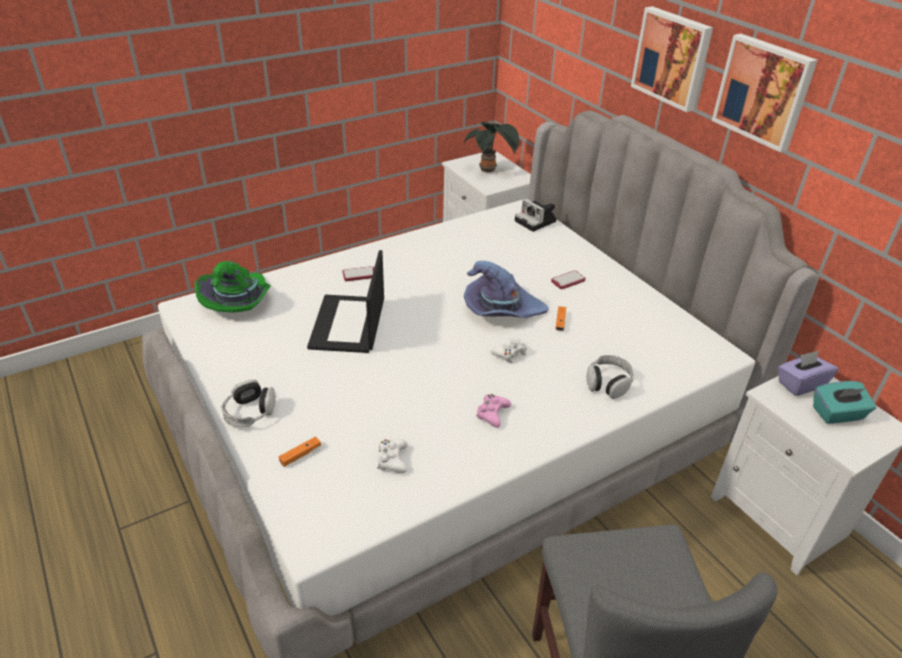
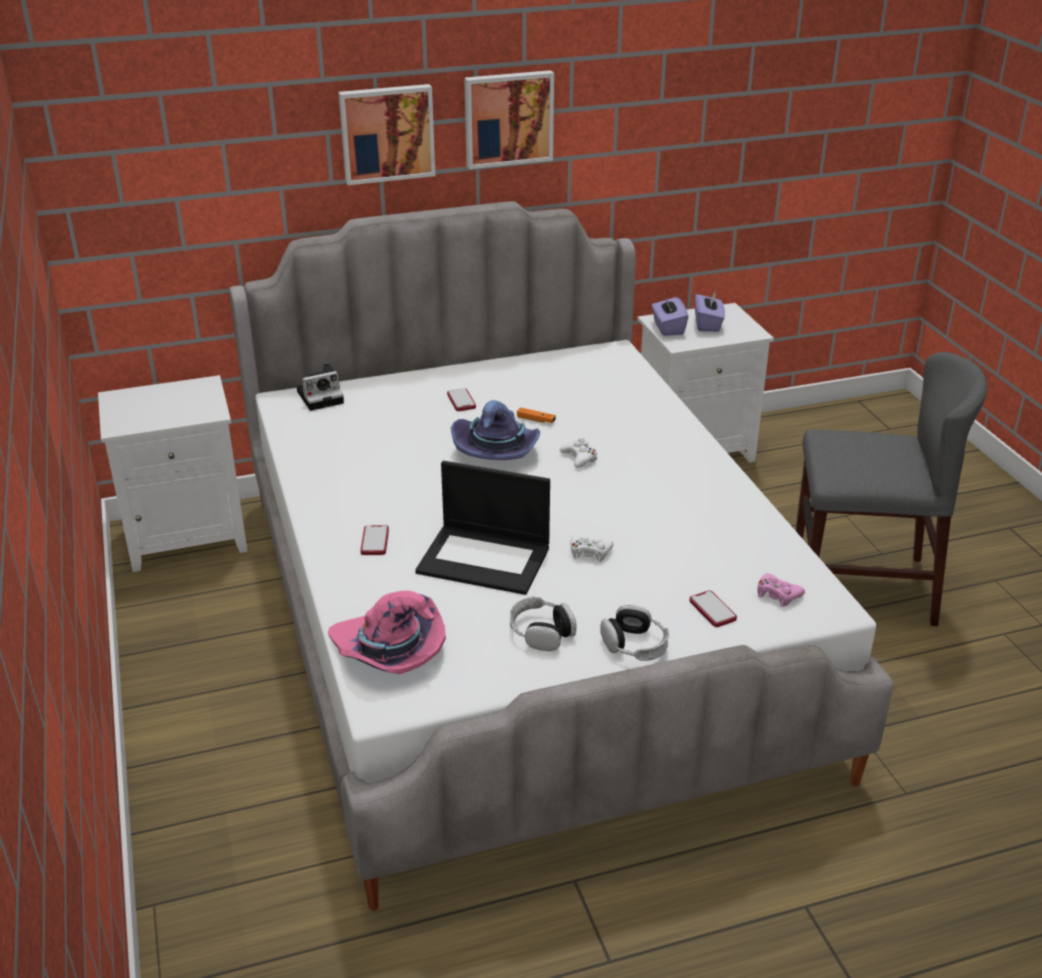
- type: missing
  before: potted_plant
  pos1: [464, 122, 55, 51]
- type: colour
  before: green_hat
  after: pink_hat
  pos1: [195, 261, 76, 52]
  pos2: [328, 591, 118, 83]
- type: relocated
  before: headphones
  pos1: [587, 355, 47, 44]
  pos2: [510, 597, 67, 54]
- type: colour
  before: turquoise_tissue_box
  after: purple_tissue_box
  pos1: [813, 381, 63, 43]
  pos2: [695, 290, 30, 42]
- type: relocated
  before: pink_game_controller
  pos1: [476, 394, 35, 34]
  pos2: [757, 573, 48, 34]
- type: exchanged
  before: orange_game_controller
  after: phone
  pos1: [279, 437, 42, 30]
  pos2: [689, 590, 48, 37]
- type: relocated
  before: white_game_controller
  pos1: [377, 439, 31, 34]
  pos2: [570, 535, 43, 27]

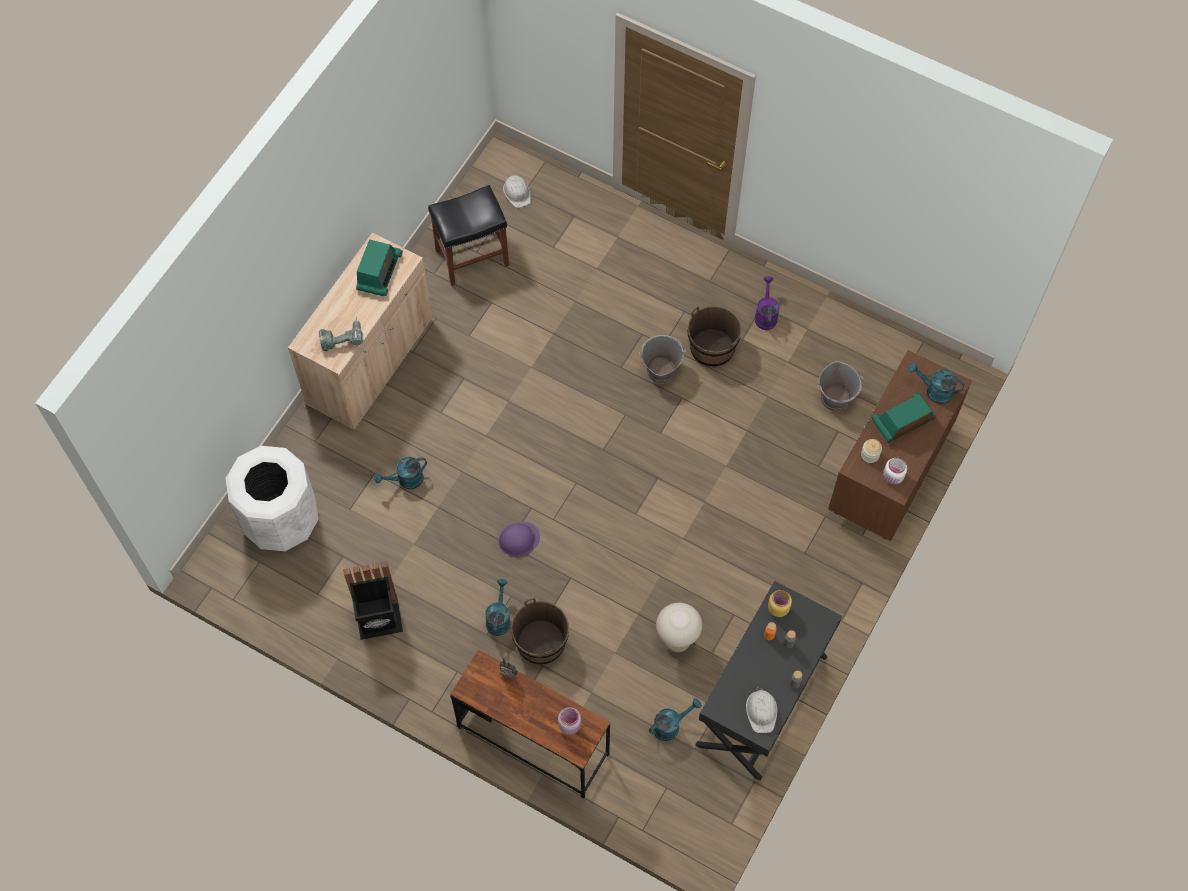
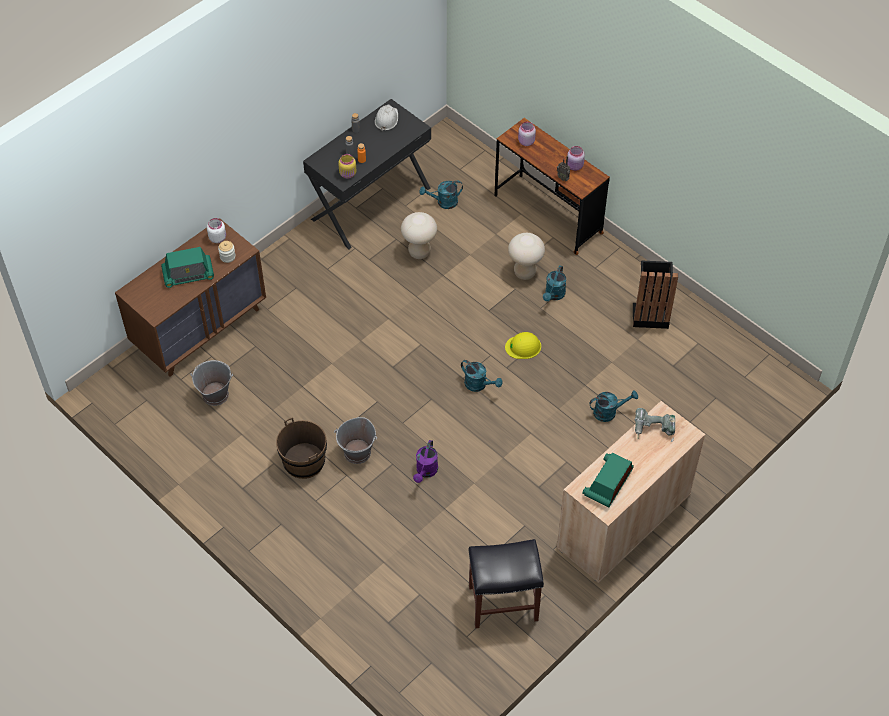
- type: missing
  before: white_hard_hat
  pos1: [503, 175, 28, 33]
- type: relocated
  before: purple_watering_can
  pos1: [755, 277, 25, 53]
  pos2: [413, 440, 25, 43]
- type: relocated
  before: turquoise_watering_can
  pos1: [908, 363, 56, 41]
  pos2: [461, 360, 42, 32]
- type: missing
  before: white_trash_can
  pos1: [226, 446, 93, 105]
- type: colour
  before: purple_hard_hat
  after: yellow_hard_hat
  pos1: [498, 522, 42, 35]
  pos2: [505, 332, 36, 27]
- type: exchanged
  before: brown_bucket
  after: beige_stool
  pos1: [511, 598, 58, 67]
  pos2: [508, 233, 37, 47]
- type: appeared
  after: pink_jar
  pos2: [567, 146, 18, 25]

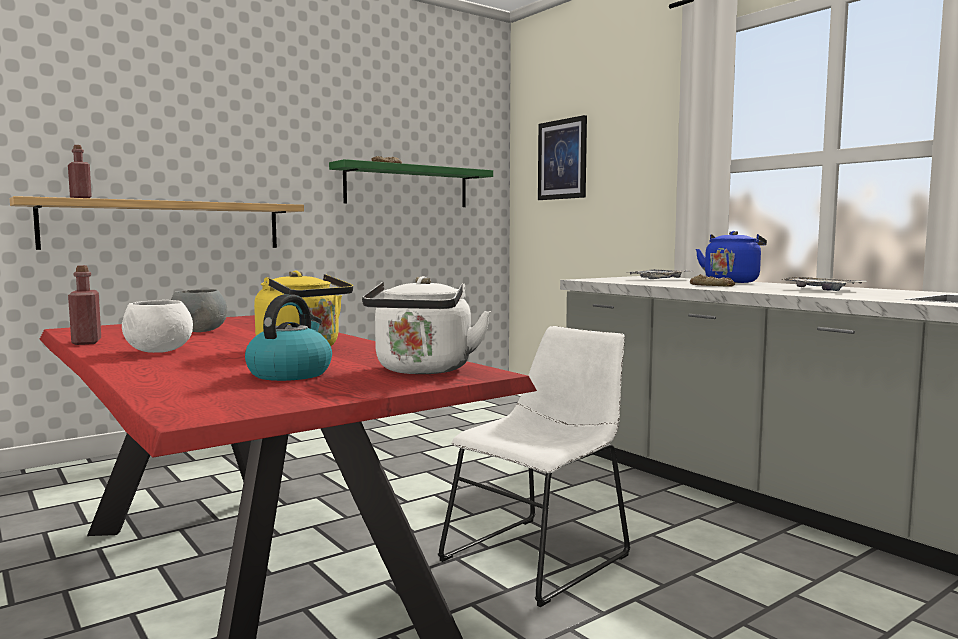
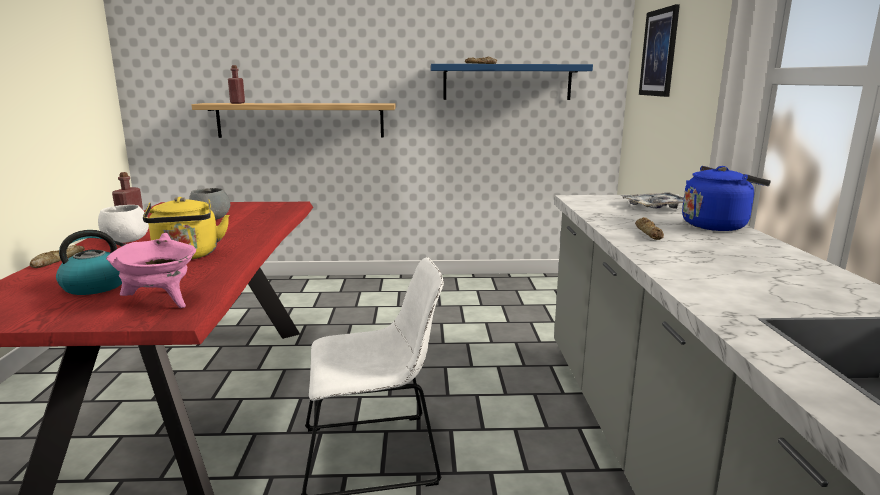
- type: colour
  before: green_shelf
  after: blue_shelf
  pos1: [329, 159, 164, 48]
  pos2: [431, 64, 162, 36]
- type: exchanged
  before: white_kettle
  after: pink_cooking_pot
  pos1: [362, 276, 129, 98]
  pos2: [106, 233, 90, 75]
- type: missing
  before: tray
  pos1: [782, 277, 85, 14]
- type: appeared
  after: bread
  pos2: [30, 245, 55, 23]

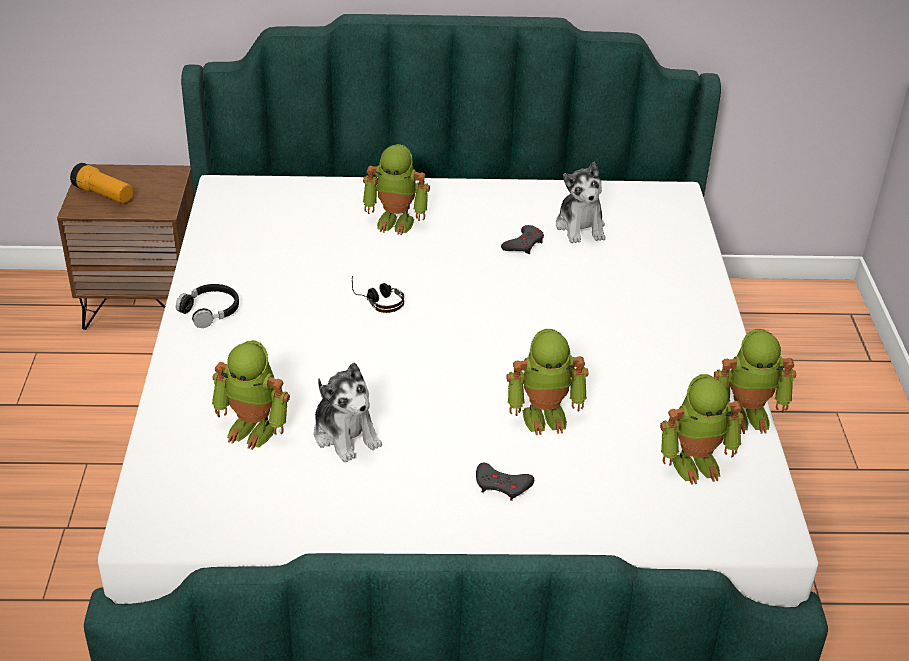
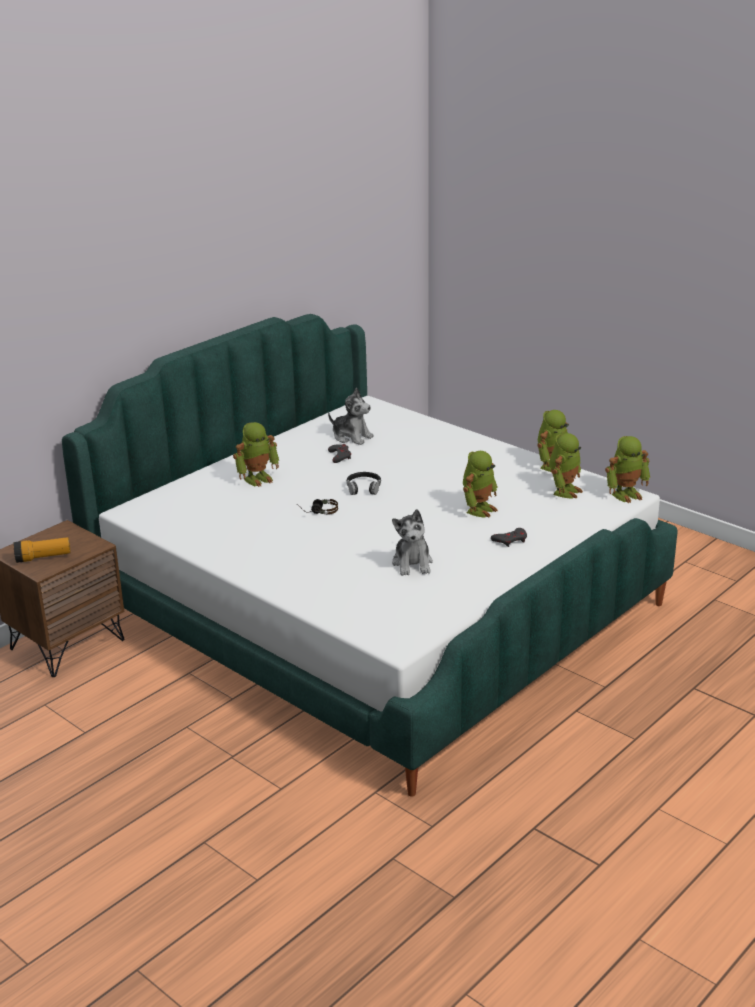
- type: relocated
  before: black_headphones
  pos1: [176, 284, 63, 44]
  pos2: [347, 472, 34, 23]
- type: relocated
  before: toy_robot
  pos1: [212, 340, 78, 110]
  pos2: [605, 436, 45, 67]
- type: spun
  before: plush_toy
  pos1: [314, 363, 68, 99]
  pos2: [392, 509, 41, 67]
  turn: 75

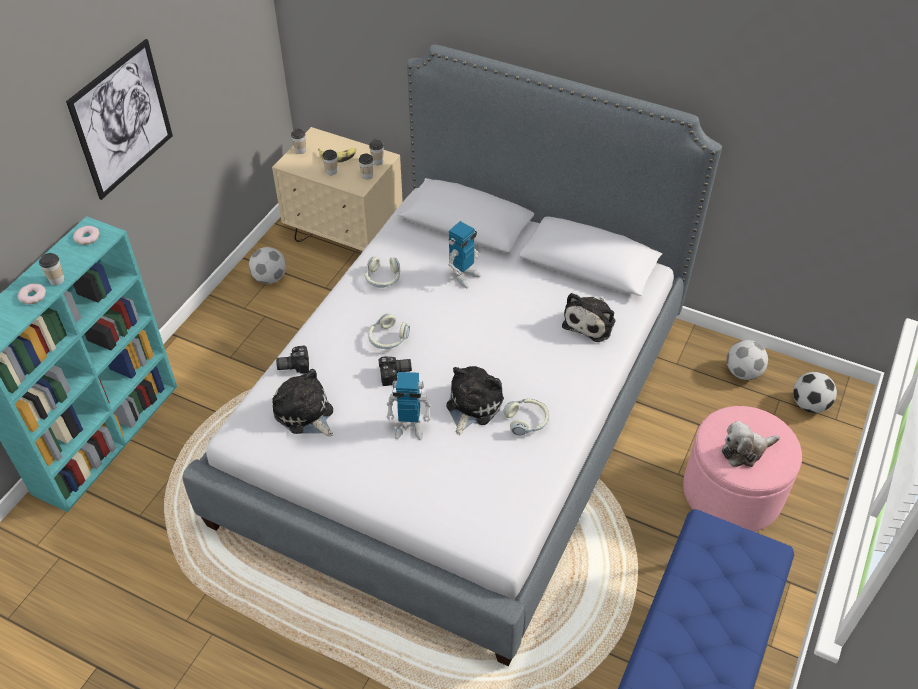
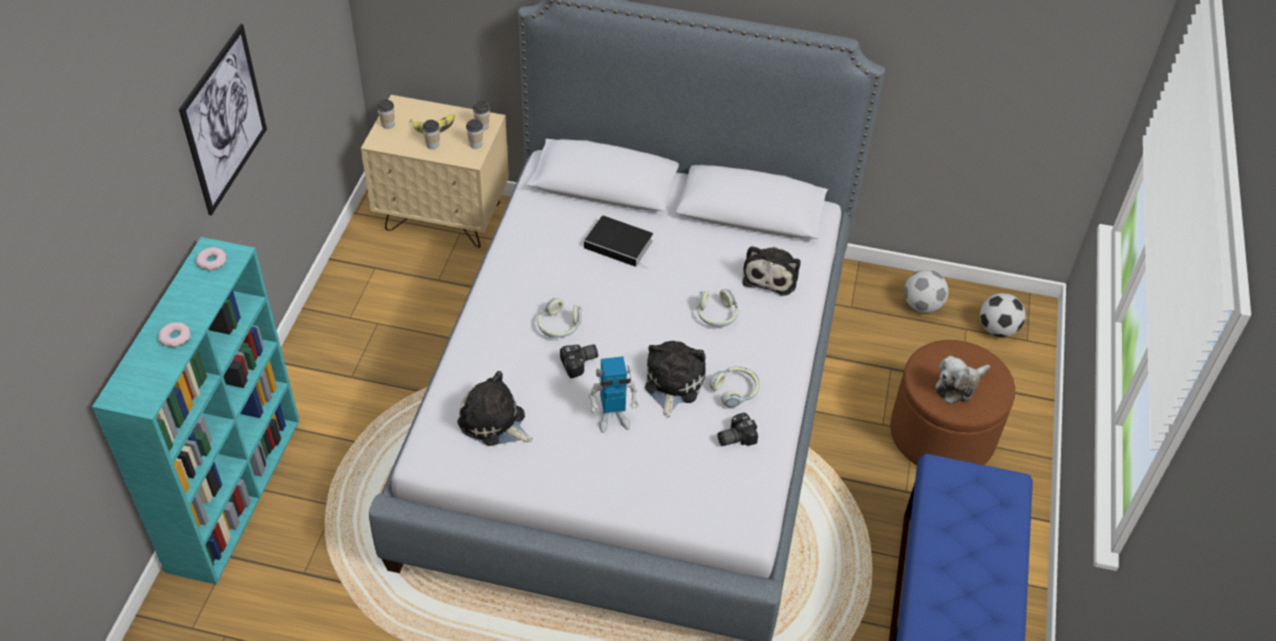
- type: exchanged
  before: toy_robot
  after: book
  pos1: [448, 221, 33, 67]
  pos2: [584, 215, 69, 54]
- type: missing
  before: football
  pos1: [249, 247, 37, 37]
- type: missing
  before: cup
  pos1: [39, 253, 26, 32]
- type: relocated
  before: headphones
  pos1: [365, 256, 35, 32]
  pos2: [697, 289, 42, 38]
- type: relocated
  before: photo_camera
  pos1: [276, 346, 33, 28]
  pos2: [718, 413, 40, 33]
- type: colour
  before: pink_ottoman
  after: brown_ottoman
  pos1: [683, 406, 119, 126]
  pos2: [890, 340, 125, 125]

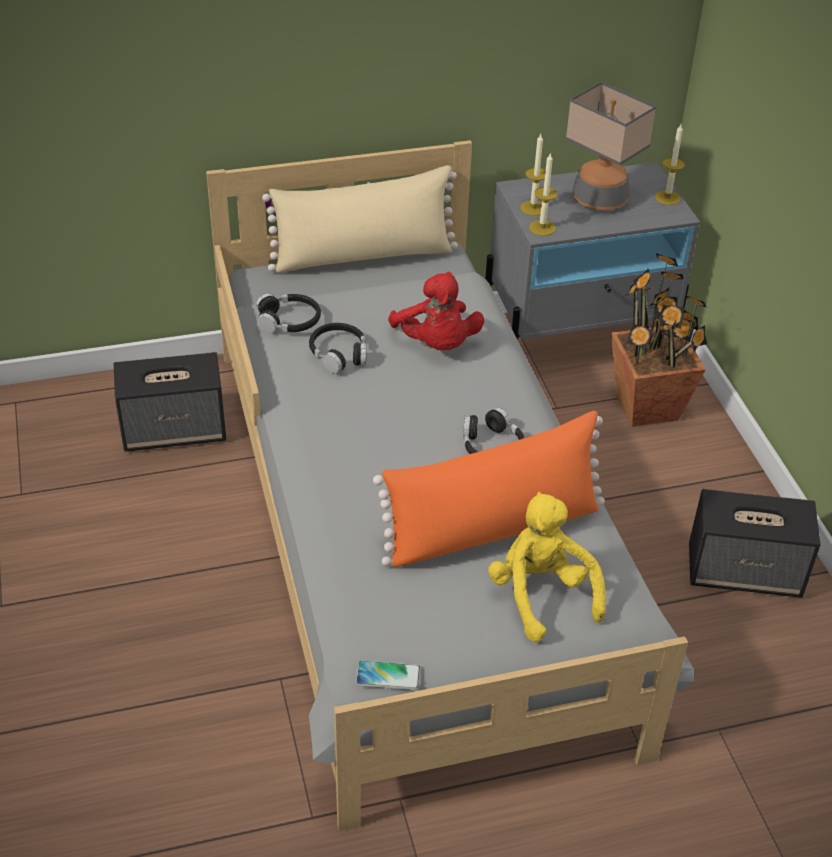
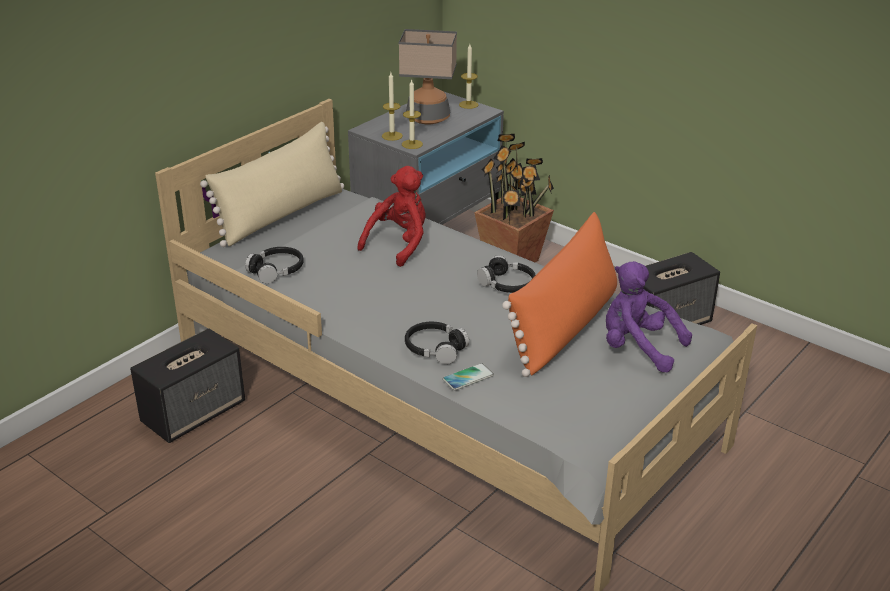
- type: spun
  before: red_plush_toy
  pos1: [388, 272, 96, 78]
  pos2: [357, 166, 69, 101]
  turn: -90
- type: relocated
  before: black_headphones
  pos1: [309, 323, 57, 51]
  pos2: [405, 322, 64, 42]
- type: colour
  before: yellow_plush_toy
  after: purple_plush_toy
  pos1: [488, 492, 118, 150]
  pos2: [606, 261, 86, 111]
- type: relocated
  before: phone
  pos1: [356, 661, 64, 29]
  pos2: [443, 363, 51, 27]

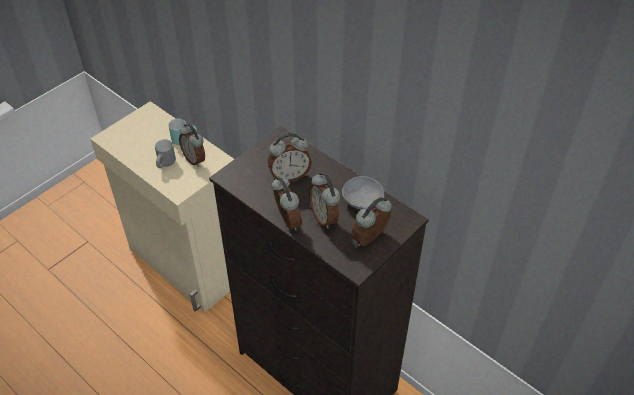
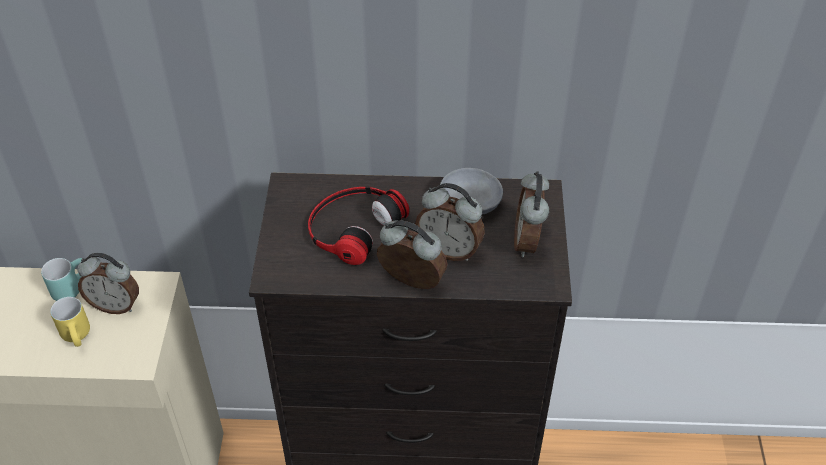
- type: exchanged
  before: alarm_clock
  after: headphones
  pos1: [268, 133, 44, 49]
  pos2: [308, 186, 101, 79]
- type: colour
  before: grey_mug
  after: yellow_mug
  pos1: [155, 139, 21, 29]
  pos2: [50, 297, 40, 50]

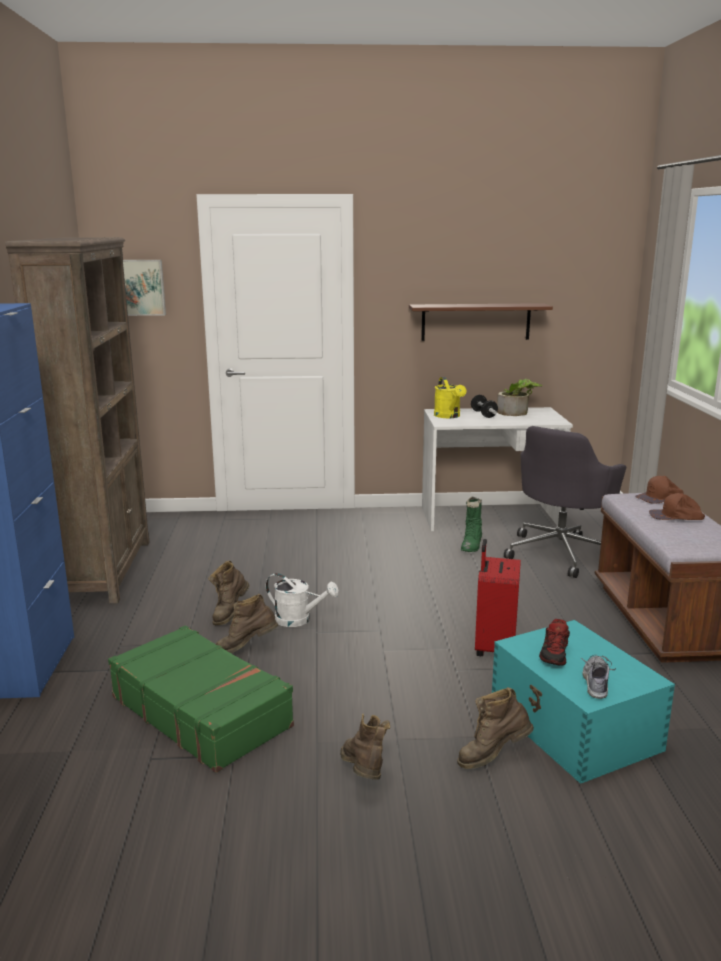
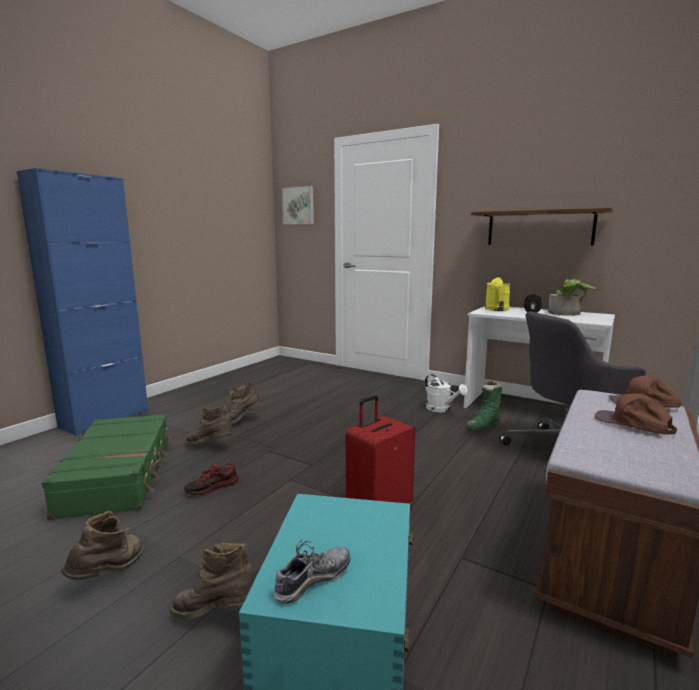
- type: missing
  before: brown_bookcase
  pos1: [5, 237, 145, 367]
- type: relocated
  before: white_watering_can
  pos1: [266, 573, 73, 54]
  pos2: [425, 374, 43, 38]
- type: relocated
  before: shoe
  pos1: [539, 619, 31, 47]
  pos2: [184, 462, 55, 33]

